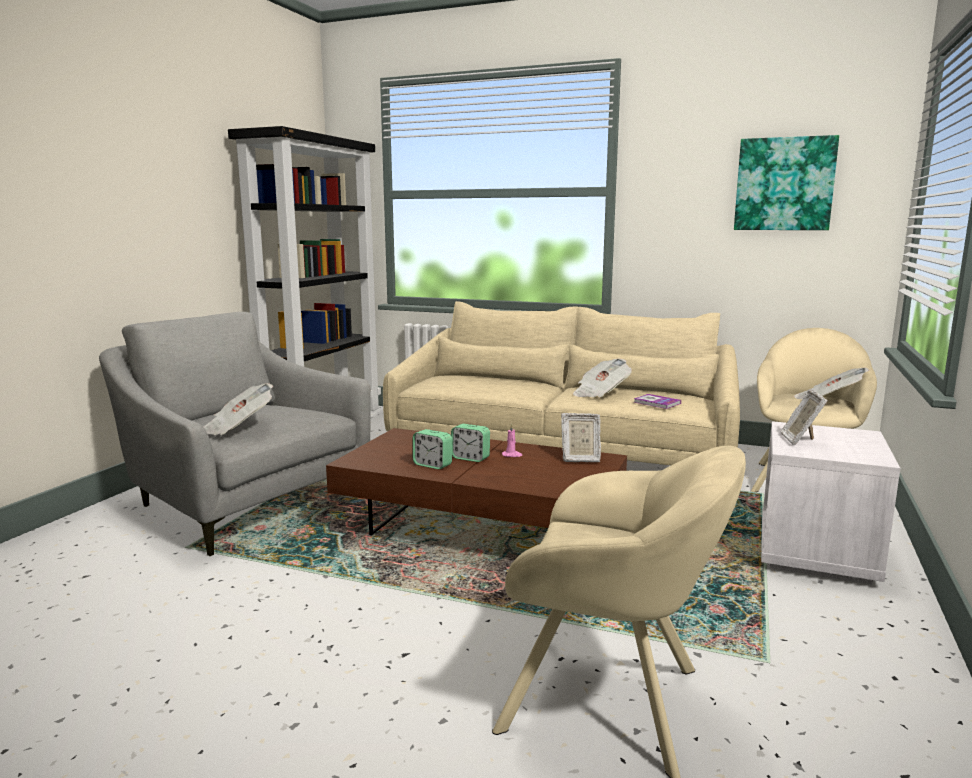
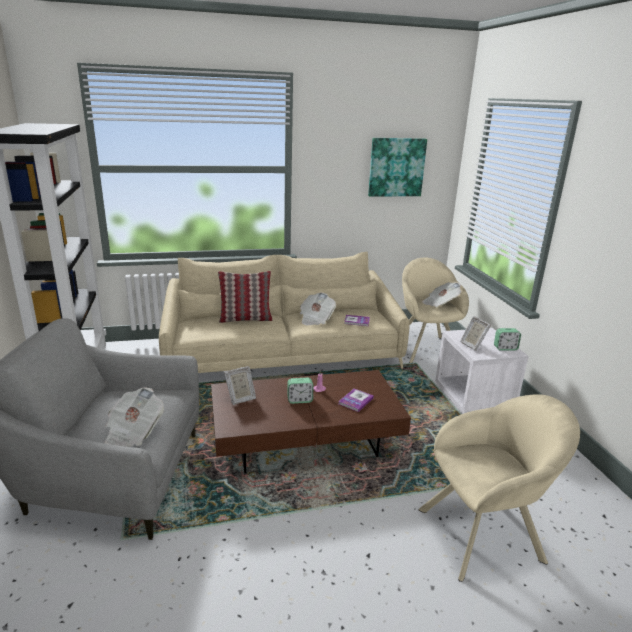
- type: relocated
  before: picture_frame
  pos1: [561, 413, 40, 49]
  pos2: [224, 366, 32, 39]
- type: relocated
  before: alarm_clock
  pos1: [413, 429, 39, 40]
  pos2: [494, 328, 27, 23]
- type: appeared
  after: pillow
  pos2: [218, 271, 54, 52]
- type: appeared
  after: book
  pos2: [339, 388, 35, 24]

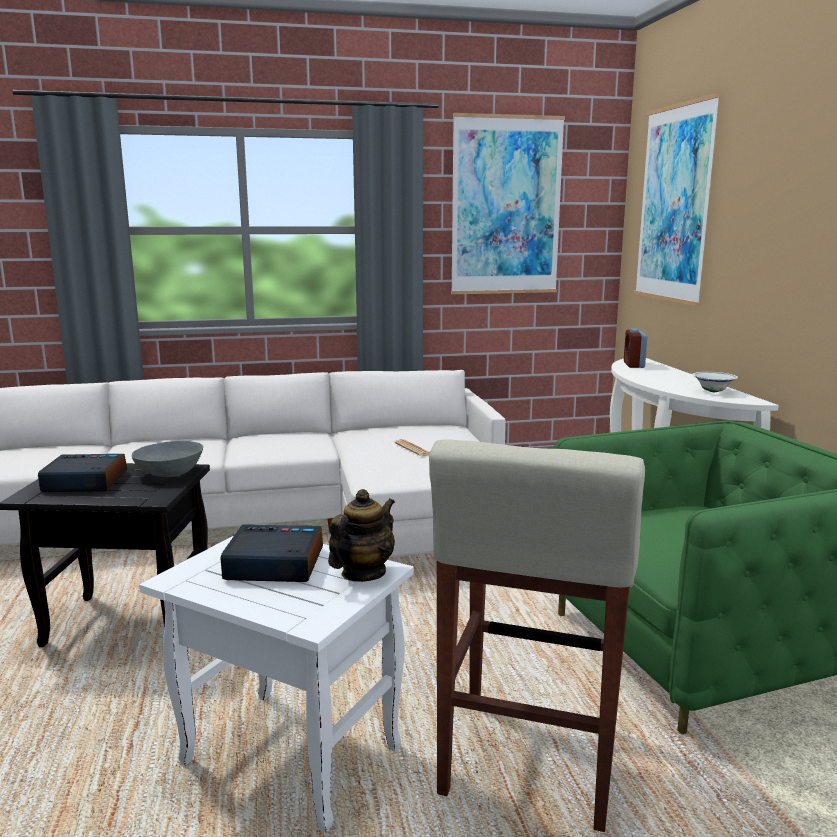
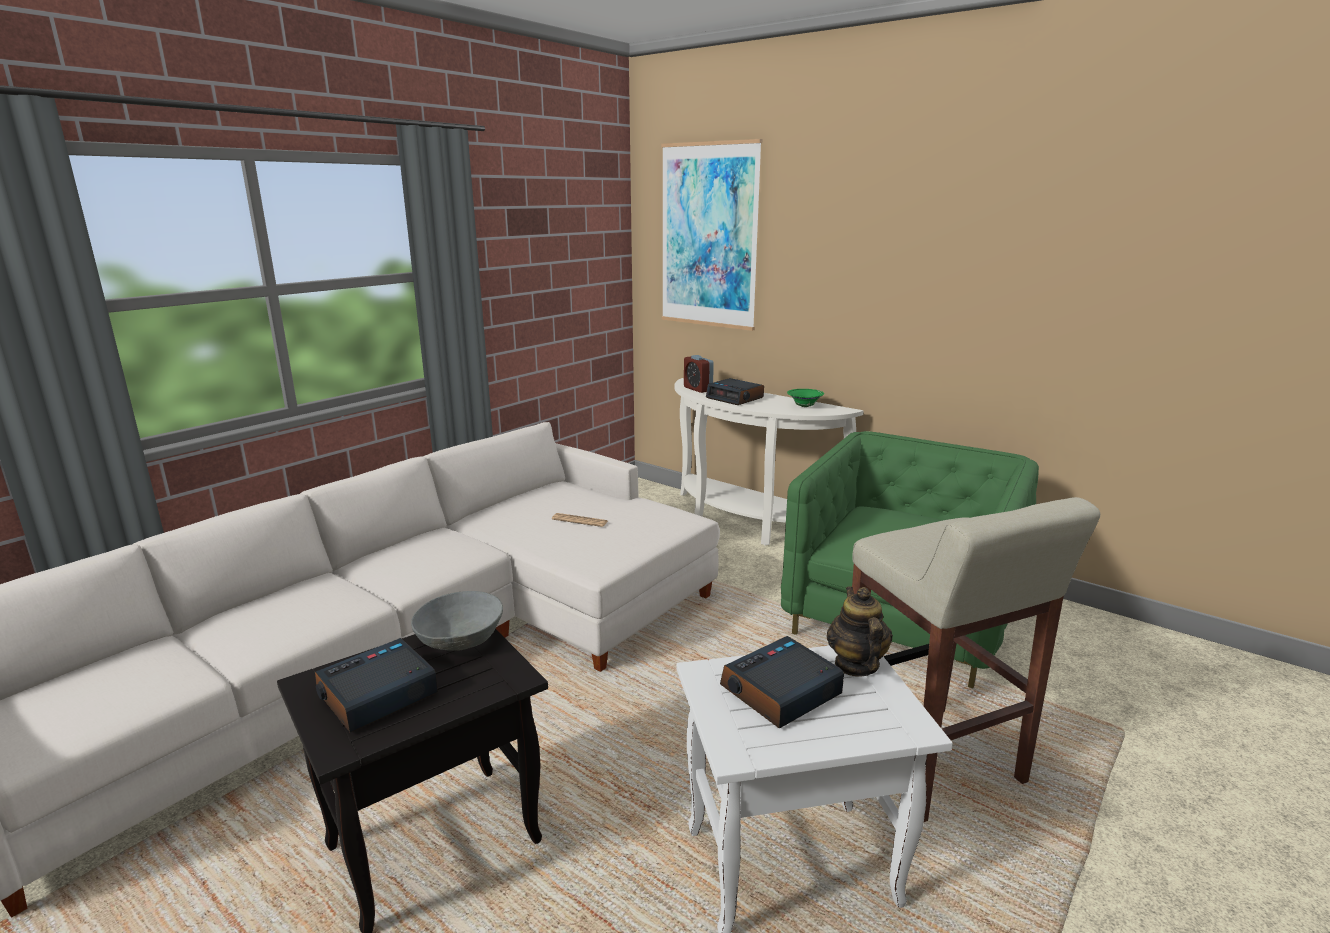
- type: missing
  before: picture
  pos1: [451, 113, 114, 181]
- type: colour
  before: white_bowl
  after: green_bowl
  pos1: [692, 372, 46, 20]
  pos2: [787, 389, 37, 18]
- type: appeared
  after: alarm_clock
  pos2: [706, 378, 58, 27]

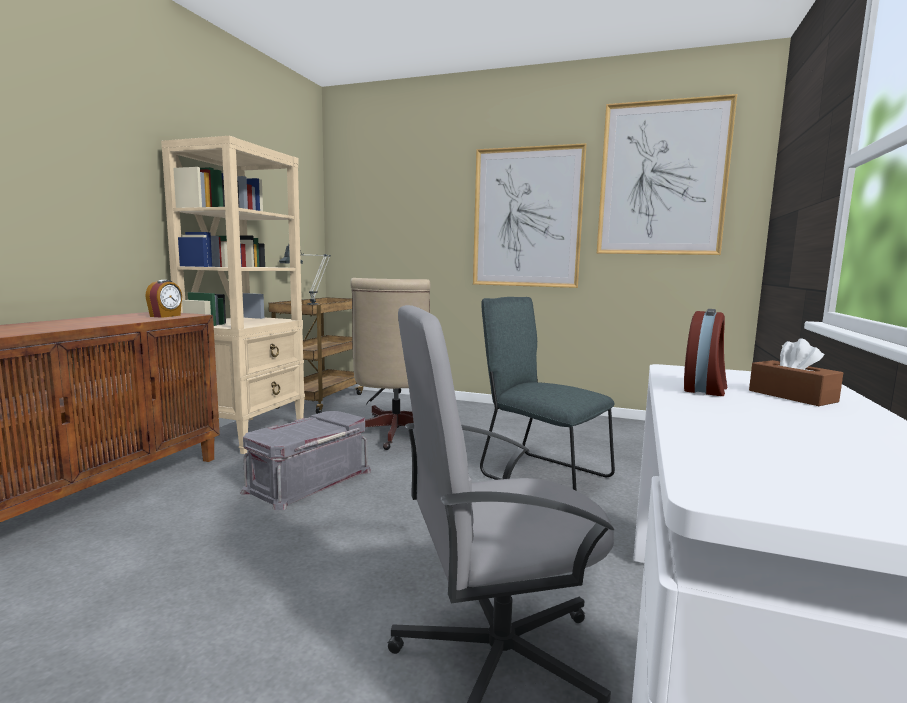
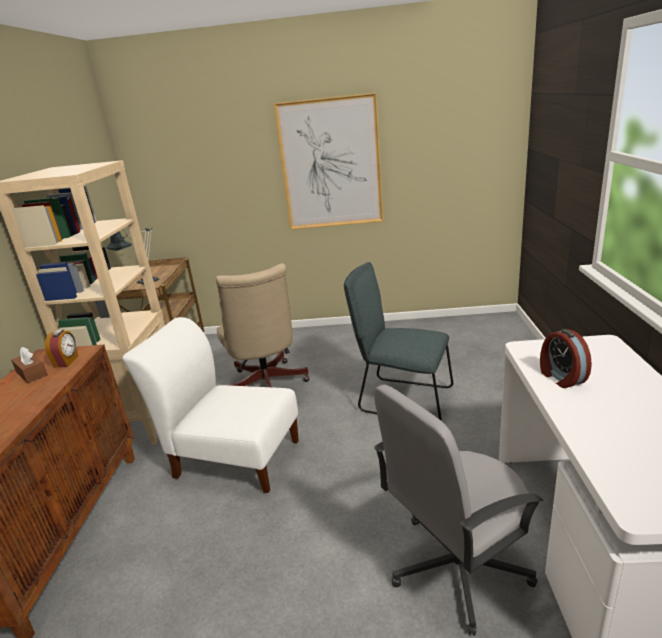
- type: missing
  before: picture
  pos1: [597, 94, 140, 161]
- type: spun
  before: alarm_clock
  pos1: [684, 309, 43, 87]
  pos2: [540, 329, 52, 59]
  turn: 150
- type: relocated
  before: brown_tissue_box
  pos1: [749, 338, 94, 68]
  pos2: [11, 347, 37, 36]
- type: exchanged
  before: grey_storage_box
  after: white_chair
  pos1: [240, 411, 131, 99]
  pos2: [122, 317, 177, 176]

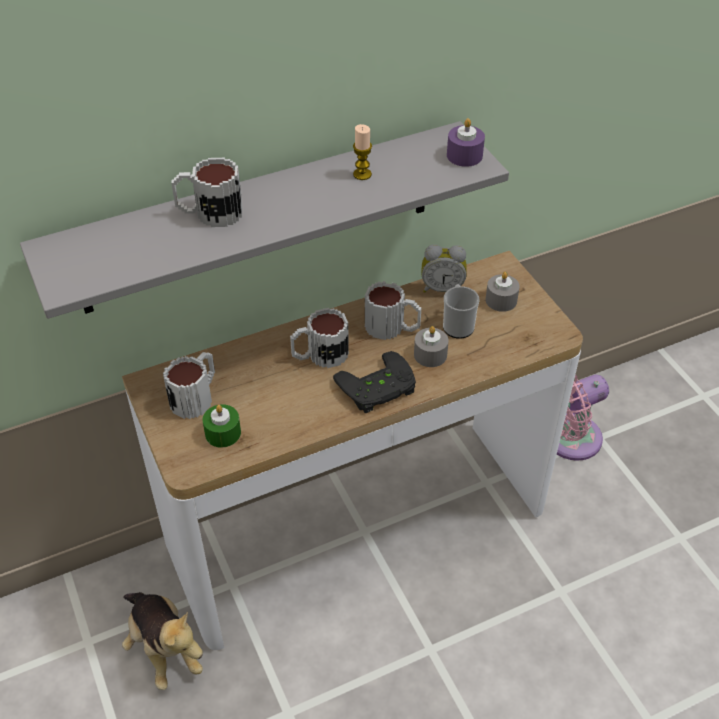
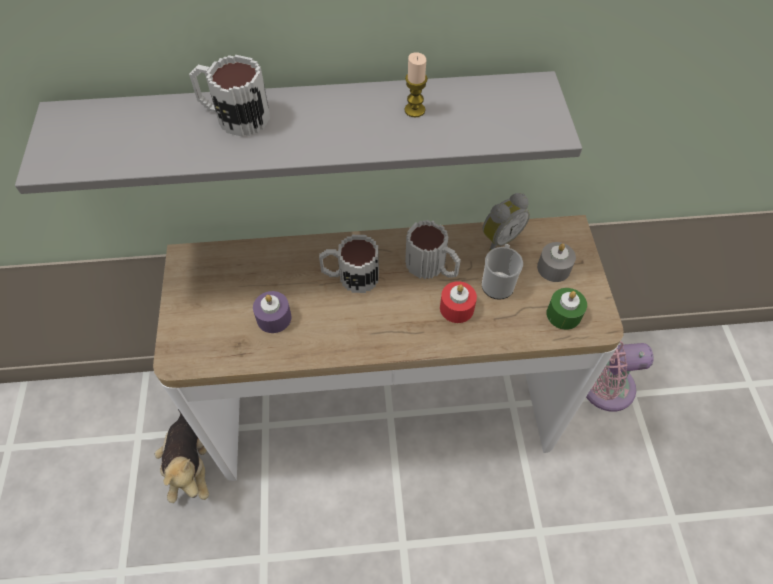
- type: relocated
  before: purple_candle
  pos1: [447, 118, 38, 49]
  pos2: [253, 291, 38, 42]
- type: spun
  before: alarm_clock
  pos1: [421, 244, 46, 49]
  pos2: [483, 193, 47, 58]
  turn: -60
- type: colour
  before: grey_candle
  after: red_candle
  pos1: [414, 326, 35, 41]
  pos2: [440, 281, 37, 42]
- type: missing
  before: black_game_controller
  pos1: [333, 351, 83, 62]
- type: missing
  before: mug
  pos1: [163, 352, 52, 67]
- type: relocated
  before: green_candle
  pos1: [203, 404, 38, 44]
  pos2: [546, 288, 41, 42]

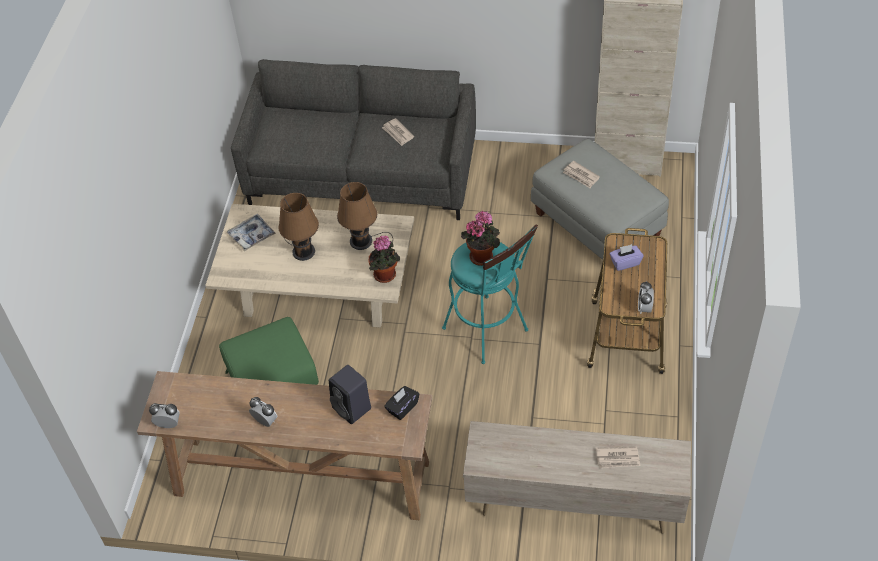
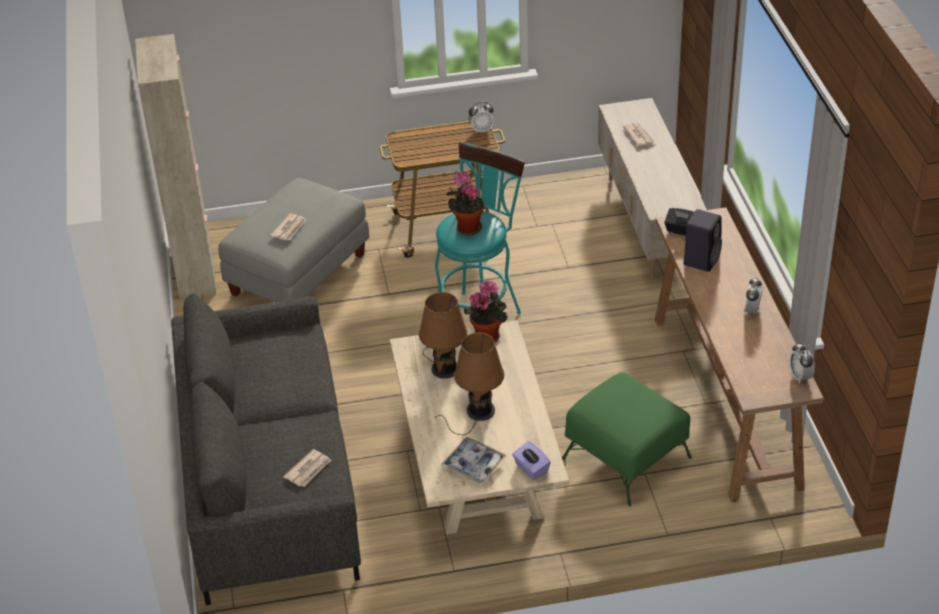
- type: relocated
  before: newspaper
  pos1: [382, 118, 32, 28]
  pos2: [283, 449, 48, 38]
- type: relocated
  before: purple_tissue_box
  pos1: [609, 244, 34, 27]
  pos2: [512, 441, 39, 39]

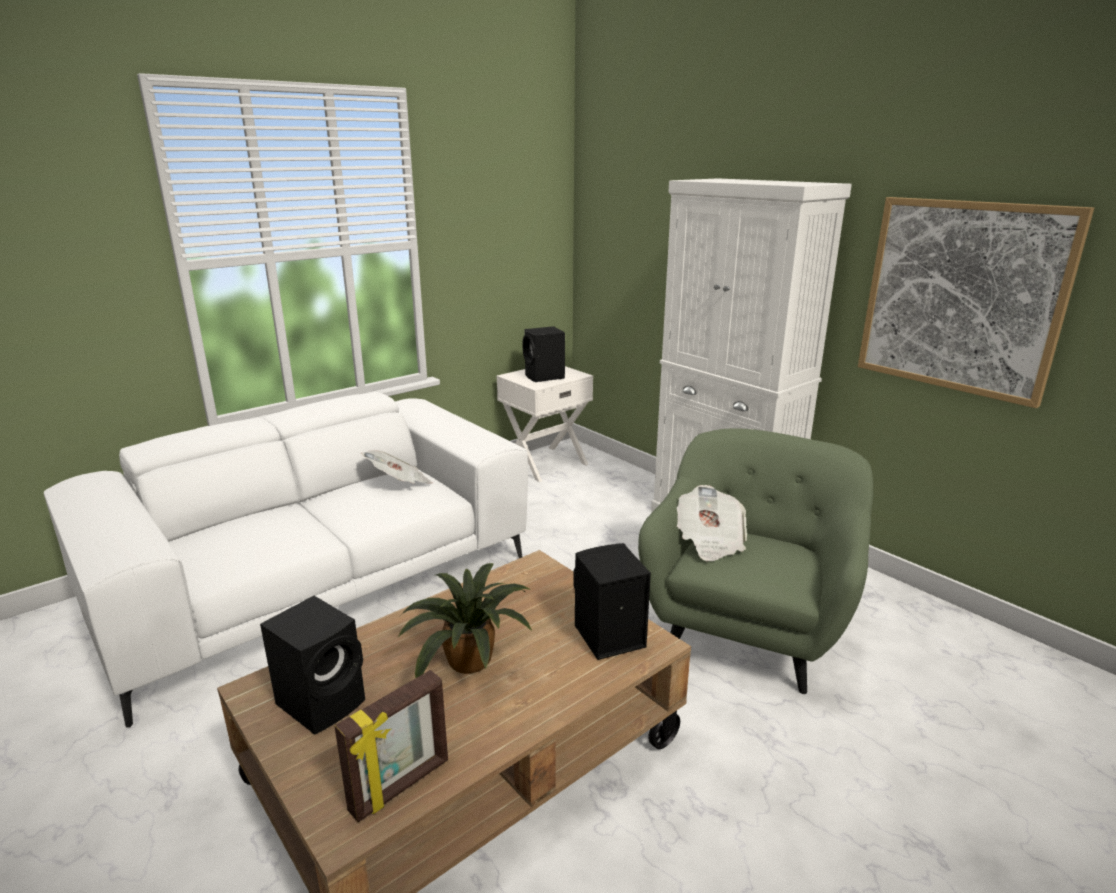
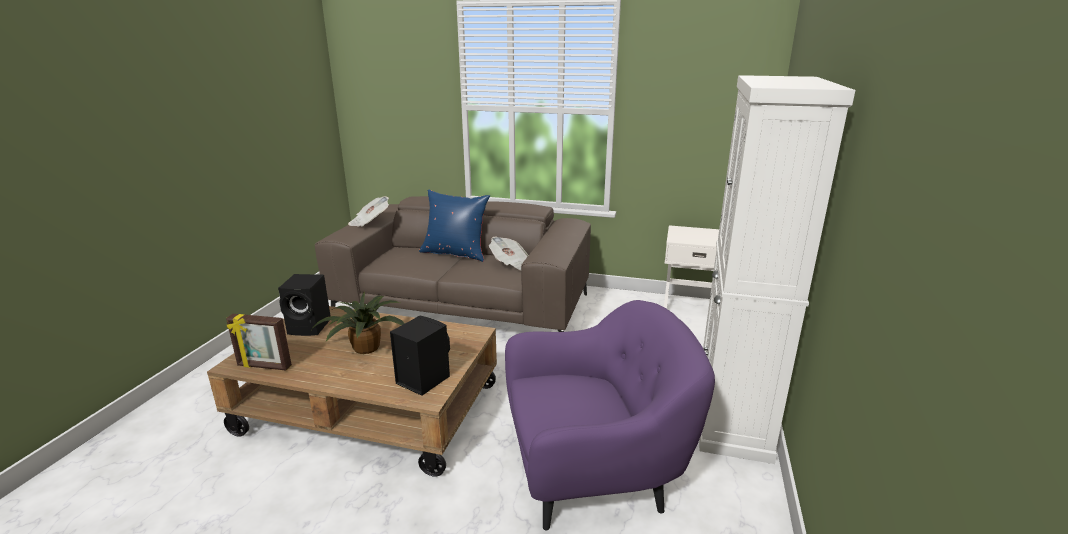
- type: missing
  before: picture
  pos1: [858, 197, 236, 211]
- type: missing
  before: black_speaker
  pos1: [523, 326, 42, 56]
- type: colour
  before: white_sofa
  after: brown_sofa
  pos1: [44, 392, 484, 336]
  pos2: [315, 196, 276, 136]
- type: colour
  before: green_armchair
  after: purple_armchair
  pos1: [638, 428, 235, 266]
  pos2: [505, 300, 210, 230]
- type: relocated
  before: newspaper
  pos1: [677, 485, 70, 77]
  pos2: [348, 196, 41, 31]
- type: appeared
  after: blue_pillow
  pos2: [419, 190, 71, 72]

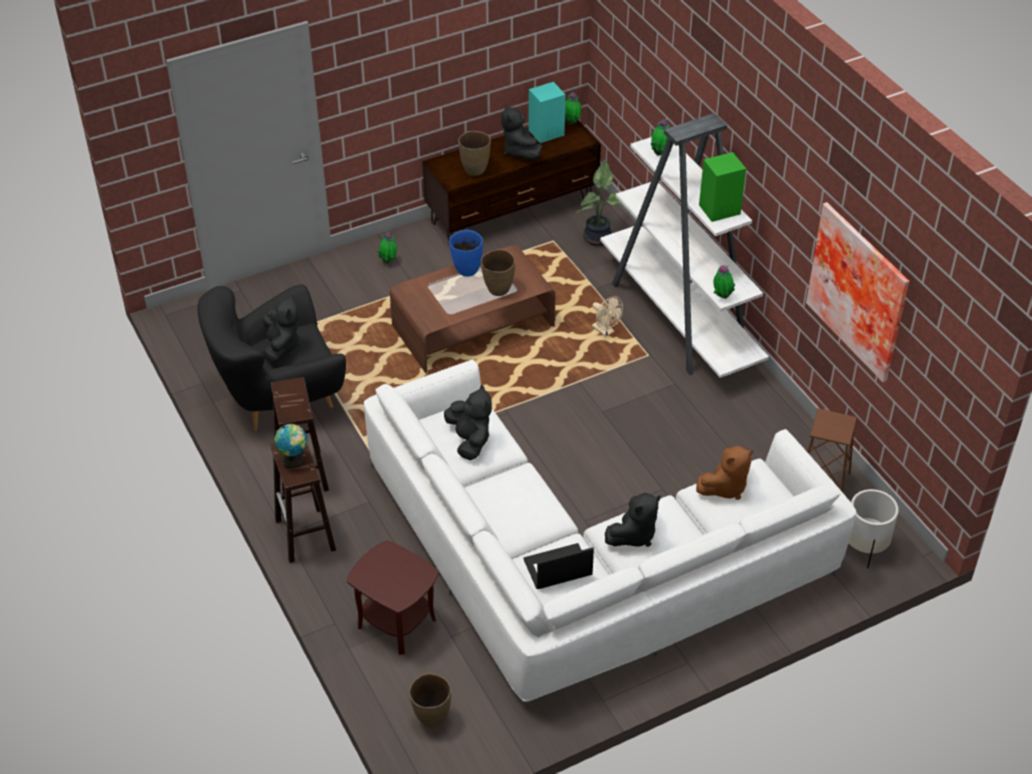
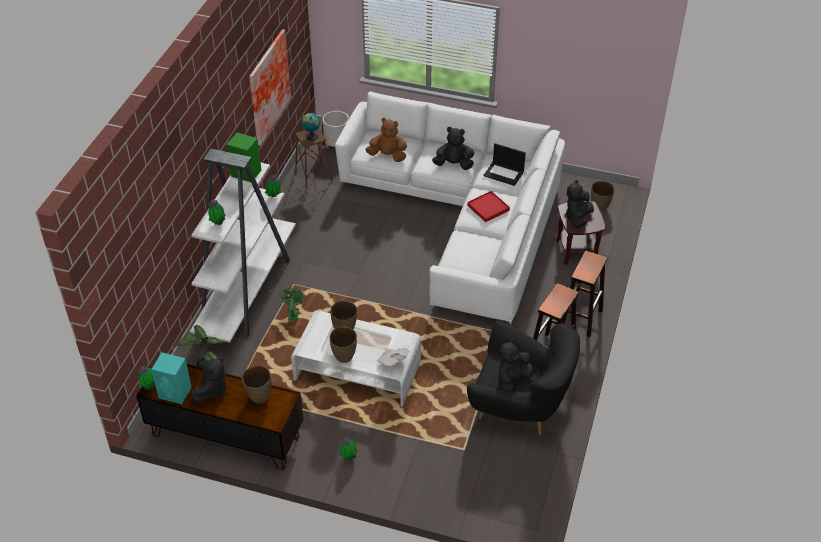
- type: colour
  before: blue_vase
  after: brown_vase
  pos1: [449, 230, 34, 46]
  pos2: [329, 326, 28, 37]
- type: colour
  before: brown_coffee_table
  after: white_coffee_table
  pos1: [390, 245, 165, 128]
  pos2: [291, 310, 130, 97]
- type: colour
  before: beige_fan
  after: green_fan
  pos1: [592, 297, 31, 40]
  pos2: [279, 288, 27, 33]
- type: relocated
  before: black_plush_toy
  pos1: [444, 384, 48, 76]
  pos2: [565, 180, 29, 48]
- type: relocated
  before: globe
  pos1: [274, 424, 33, 44]
  pos2: [301, 113, 19, 28]
- type: appeared
  after: red_tray
  pos2: [467, 191, 43, 31]
- type: appeared
  after: newspaper
  pos2: [376, 348, 34, 18]

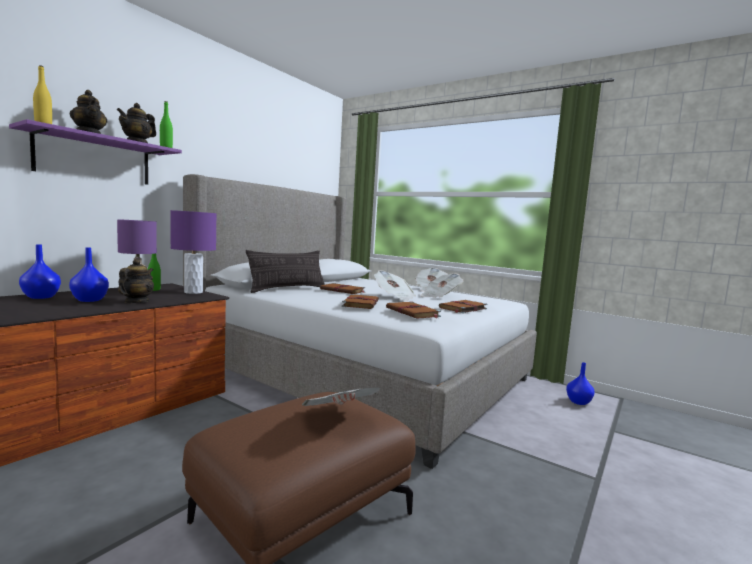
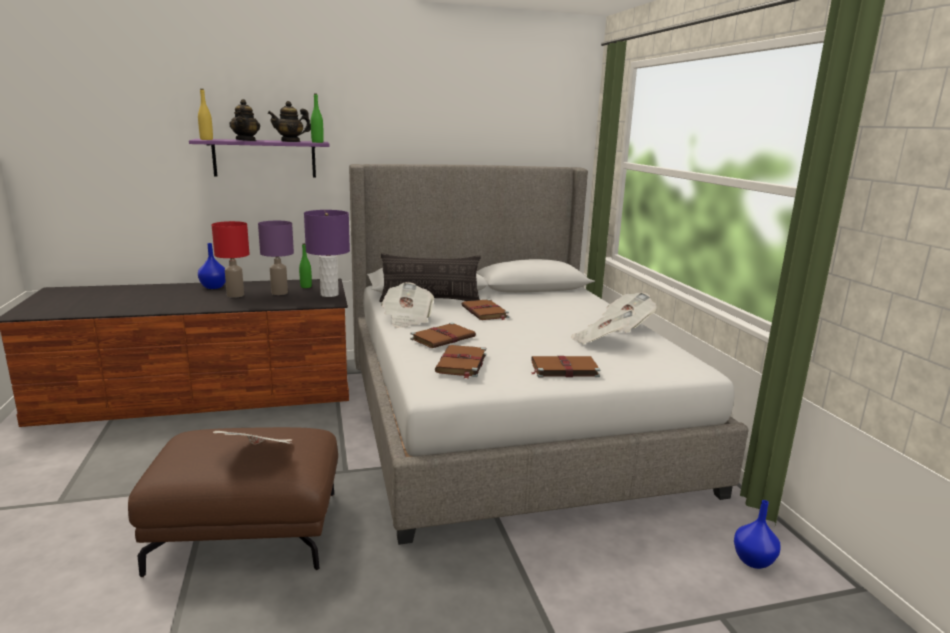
- type: exchanged
  before: blue_vase
  after: red_table_lamp
  pos1: [69, 248, 40, 54]
  pos2: [212, 221, 37, 77]
- type: missing
  before: teapot
  pos1: [118, 259, 36, 44]
- type: relocated
  before: newspaper
  pos1: [374, 270, 42, 31]
  pos2: [381, 282, 53, 46]

